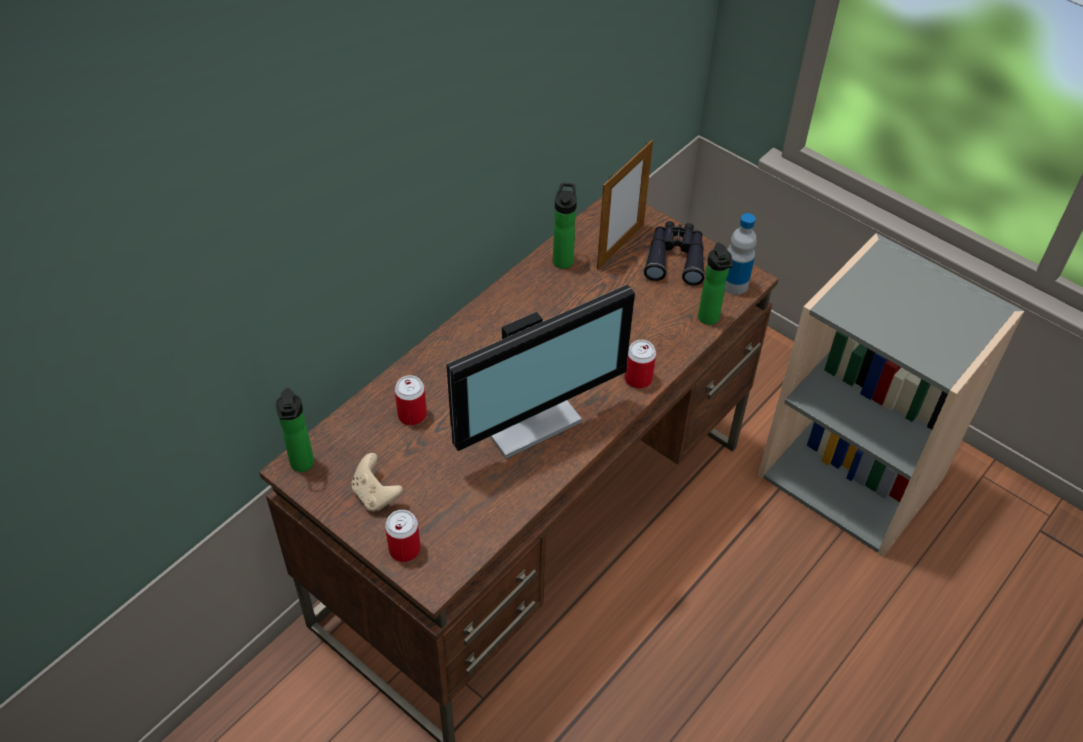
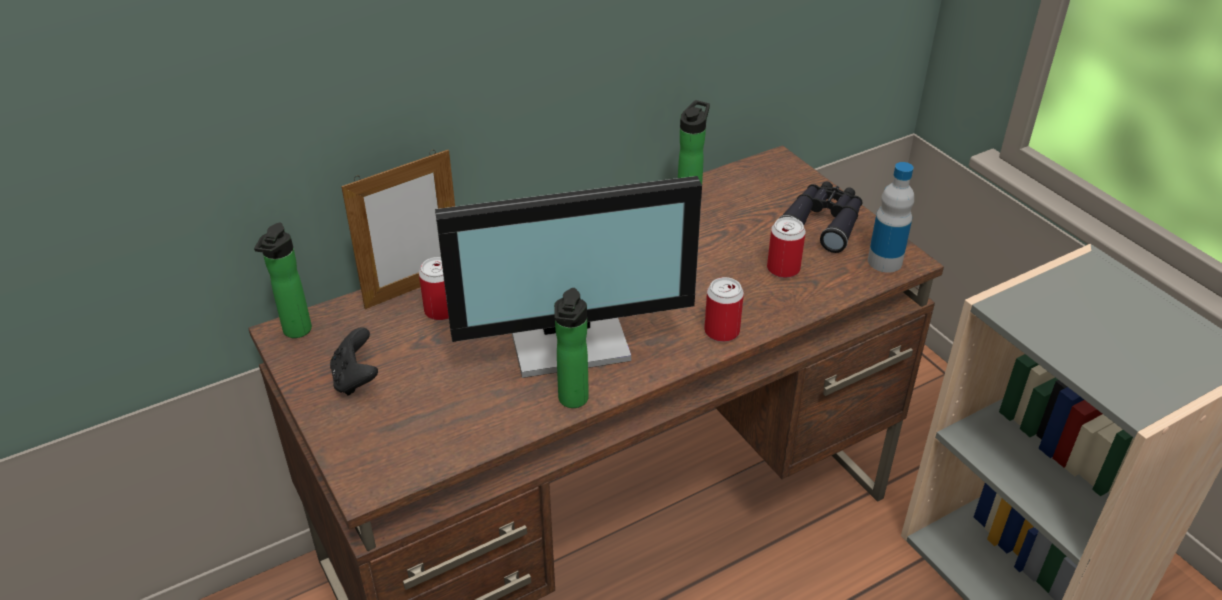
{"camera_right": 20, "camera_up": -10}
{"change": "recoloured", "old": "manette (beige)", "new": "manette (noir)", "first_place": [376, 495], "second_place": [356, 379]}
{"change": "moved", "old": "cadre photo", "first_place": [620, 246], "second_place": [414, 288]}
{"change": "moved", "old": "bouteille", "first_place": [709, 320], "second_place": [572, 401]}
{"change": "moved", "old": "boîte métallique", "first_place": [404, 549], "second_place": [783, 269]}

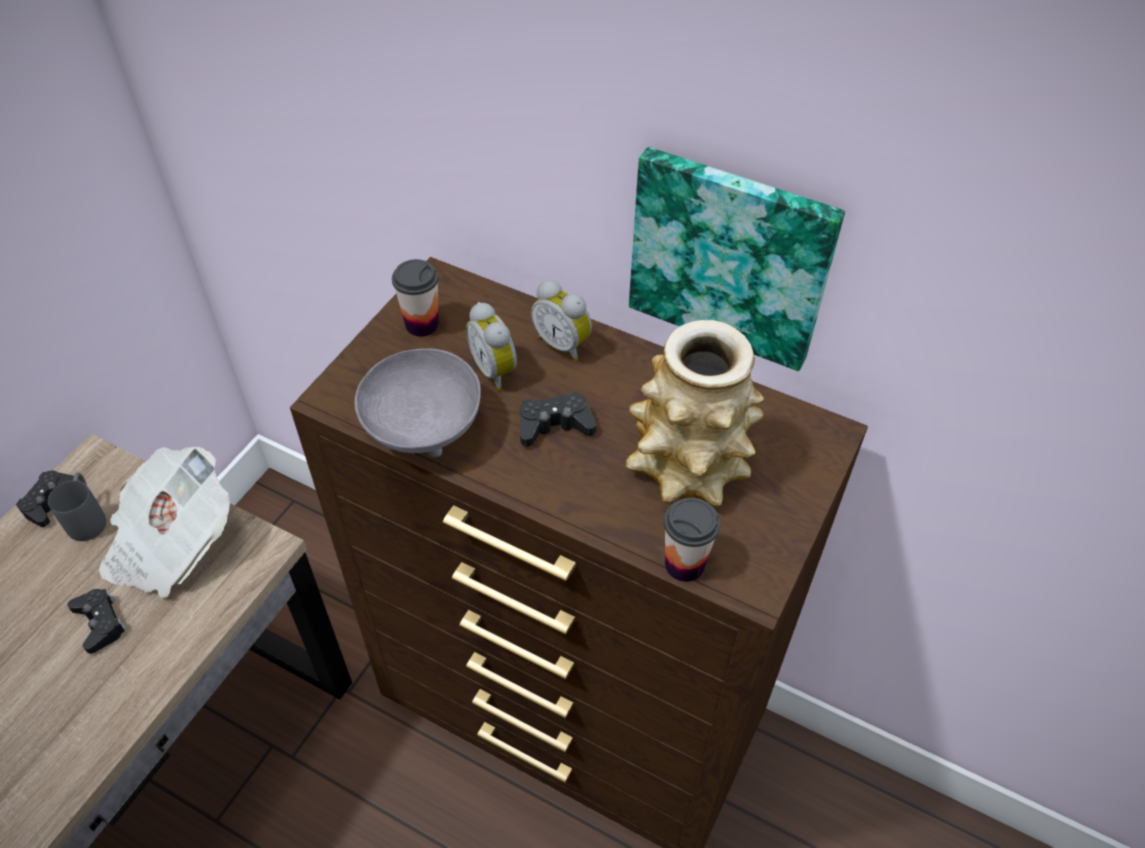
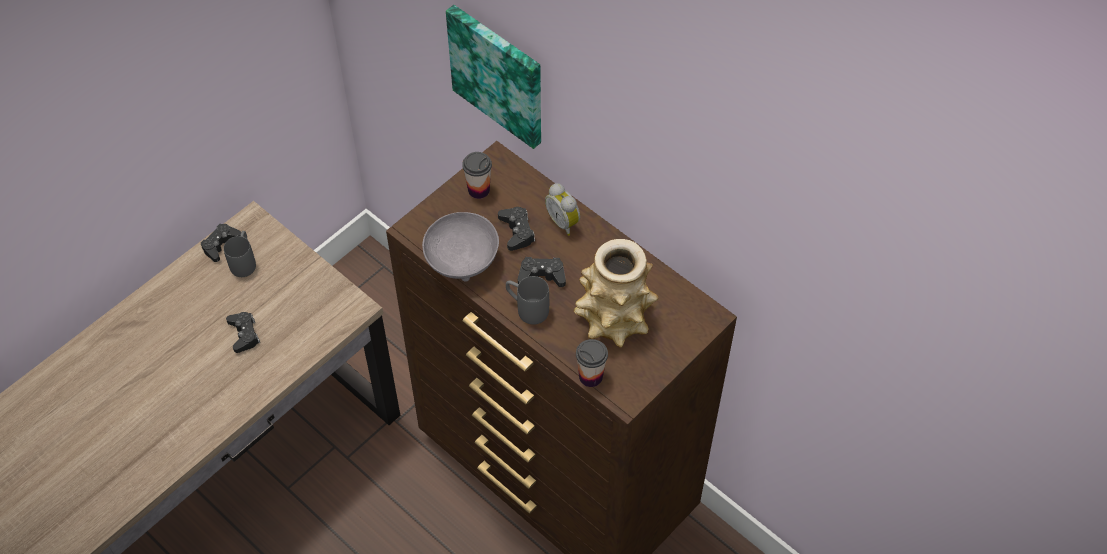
{"camera_right": 15, "camera_up": 5}
{"change": "moved", "old": "tableau", "first_place": [730, 257], "second_place": [499, 74]}
{"change": "replaced", "old": "réveil", "new": "manette (noir)", "first_place": [496, 370], "second_place": [517, 231]}
{"change": "added", "new": "mug (gris)", "second_place": [526, 308]}
{"change": "removed", "old": "journal", "first_place": [171, 543]}

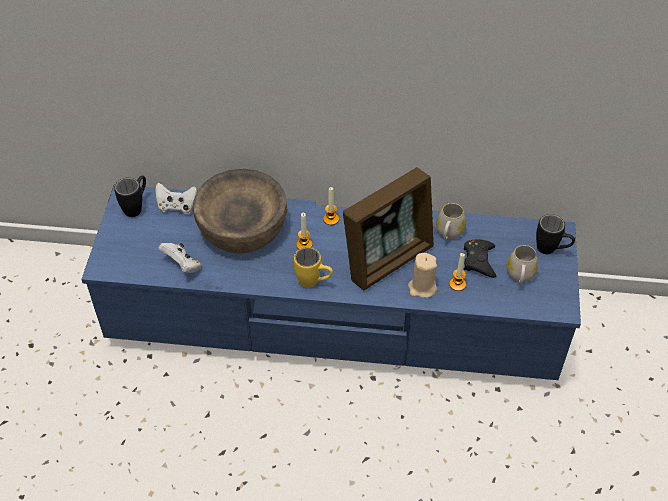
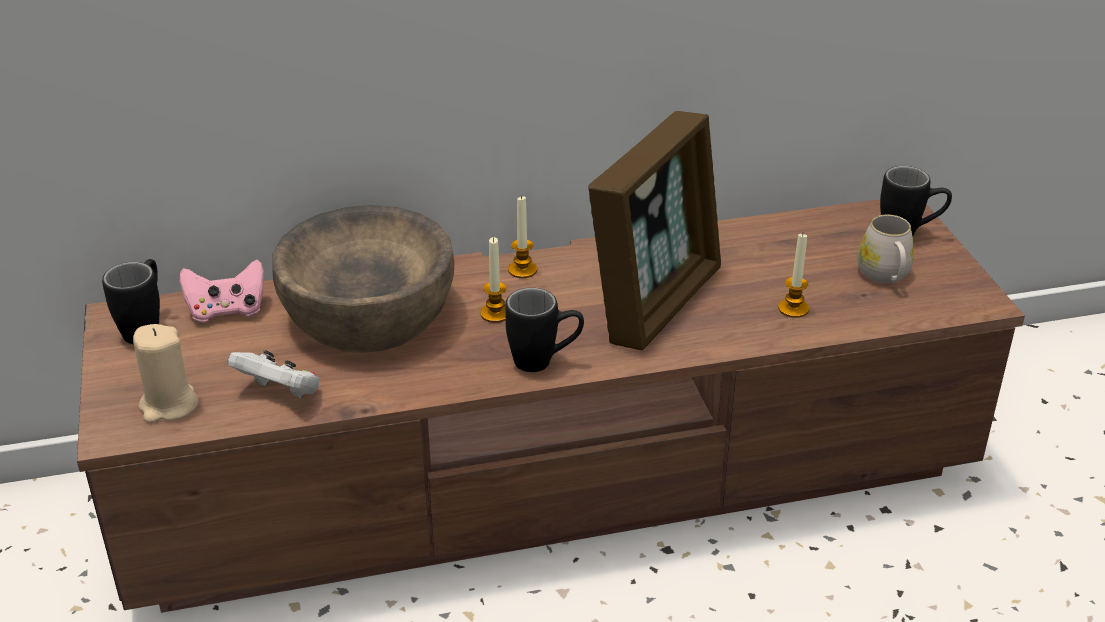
{"camera_right": -20, "camera_up": -15}
{"change": "recoloured", "old": "meuble télé (bleu)", "new": "meuble télé (marron)", "first_place": [335, 320], "second_place": [553, 480]}
{"change": "moved", "old": "bougie (beige)", "first_place": [422, 288], "second_place": [169, 405]}
{"change": "recoloured", "old": "manette (blanc)", "new": "manette (rose)", "first_place": [177, 206], "second_place": [227, 310]}
{"change": "recoloured", "old": "mug (jaune)", "new": "mug (noir)", "first_place": [314, 282], "second_place": [544, 362]}
{"change": "removed", "old": "mug (blanc)", "first_place": [448, 233]}
{"change": "removed", "old": "manette (noir)", "first_place": [479, 261]}

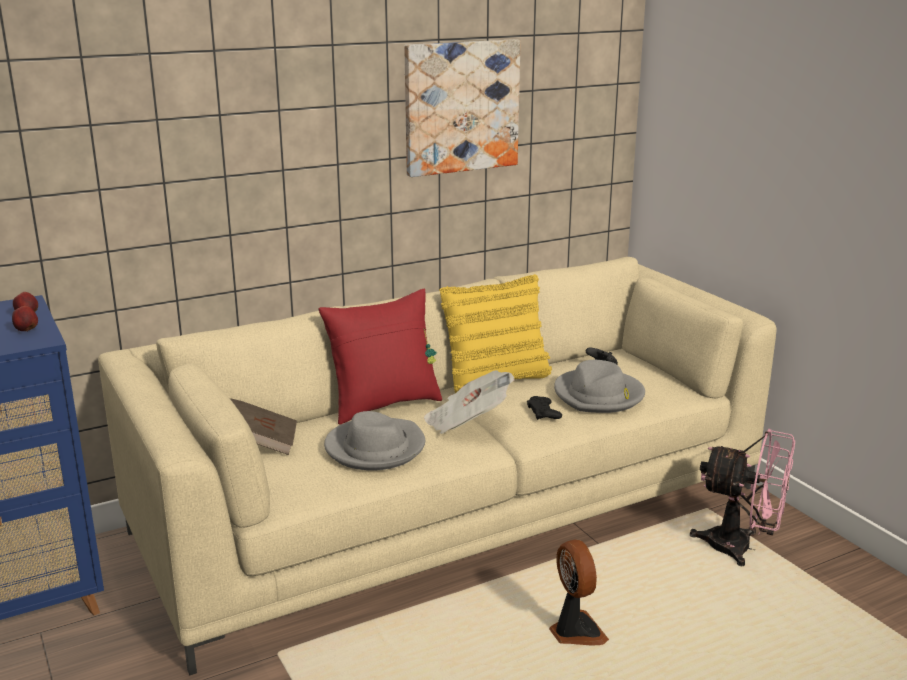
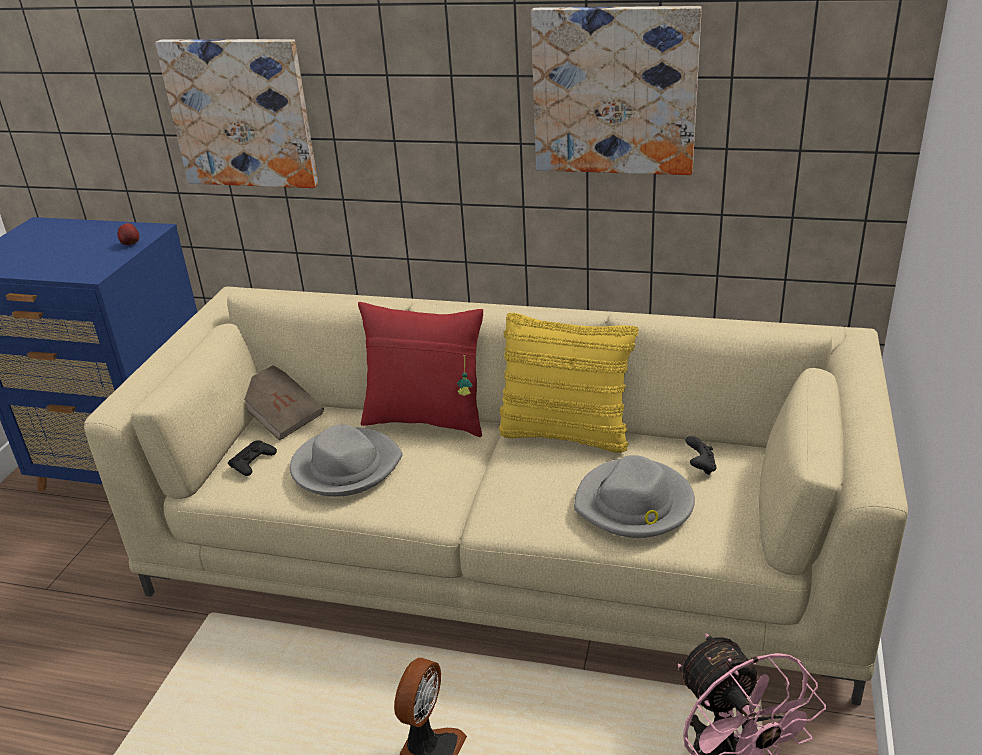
{"camera_right": 45, "camera_up": 10}
{"change": "added", "new": "tableau", "second_place": [241, 113]}
{"change": "moved", "old": "manette (noir)", "first_place": [543, 412], "second_place": [252, 462]}
{"change": "removed", "old": "pomme", "first_place": [27, 330]}
{"change": "removed", "old": "journal", "first_place": [467, 422]}

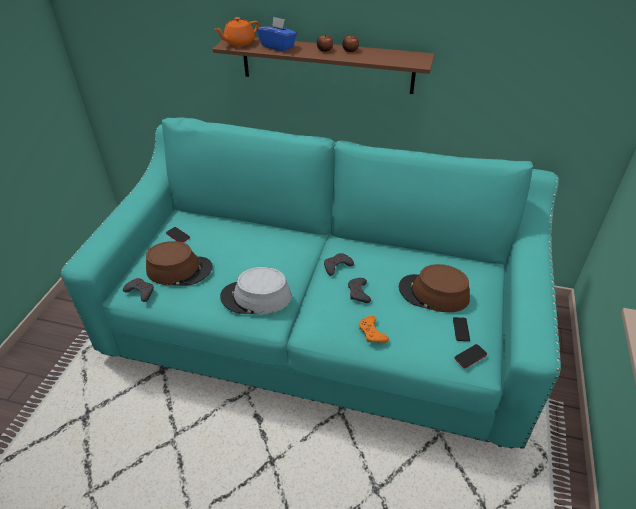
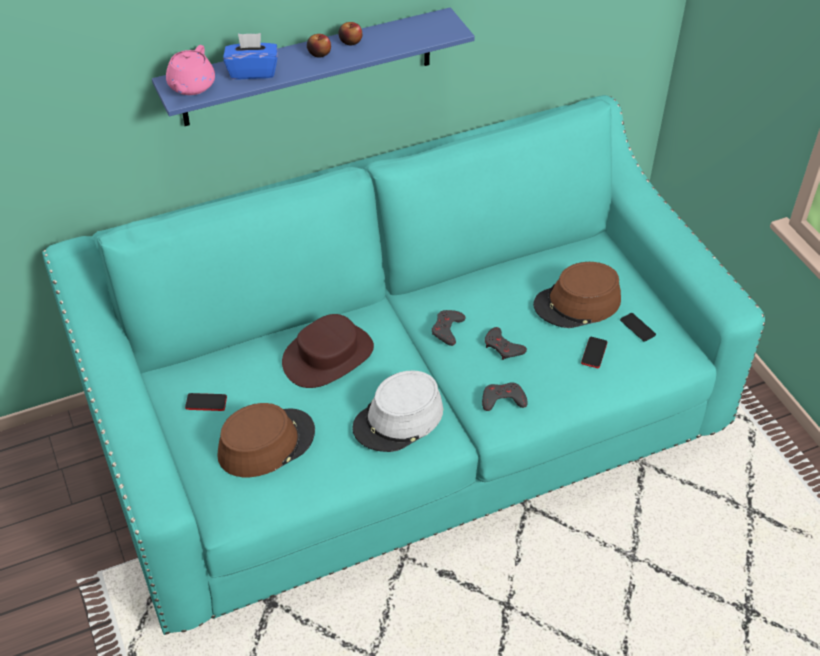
{"camera_right": -40, "camera_up": 5}
{"change": "recoloured", "old": "étagère (marron)", "new": "étagère (bleu)", "first_place": [326, 64], "second_place": [308, 67]}
{"change": "recoloured", "old": "théière (orange)", "new": "théière (rose)", "first_place": [239, 43], "second_place": [191, 86]}
{"change": "added", "new": "chapeau (marron)", "second_place": [328, 356]}
{"change": "moved", "old": "manette (gris)", "first_place": [140, 291], "second_place": [503, 400]}
{"change": "moved", "old": "téléphone", "first_place": [470, 356], "second_place": [594, 353]}
{"change": "removed", "old": "manette (orange)", "first_place": [372, 333]}

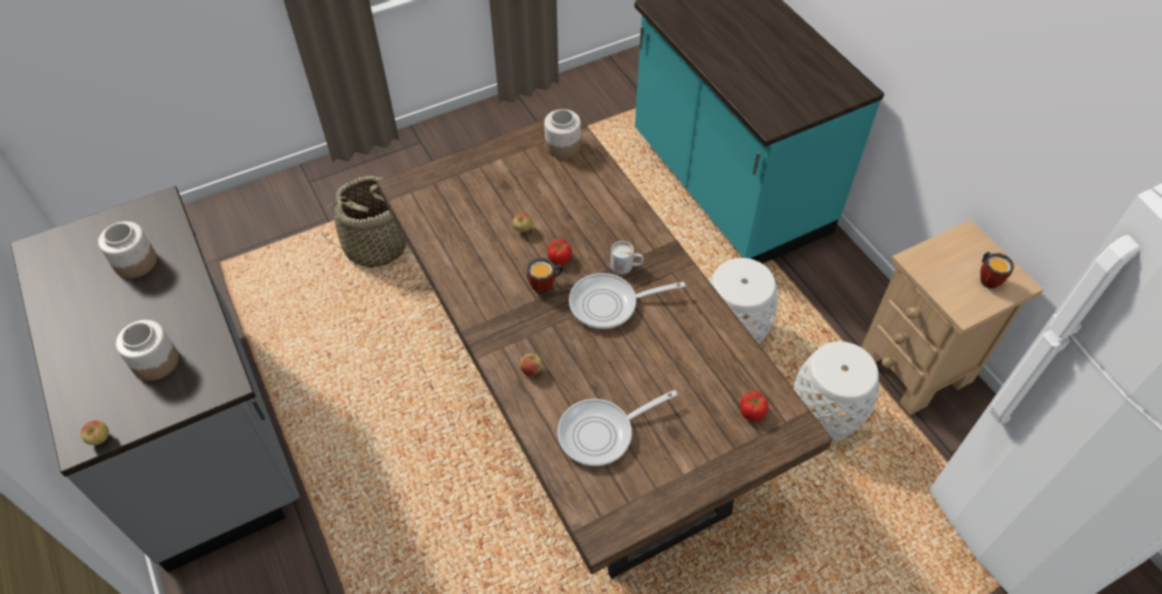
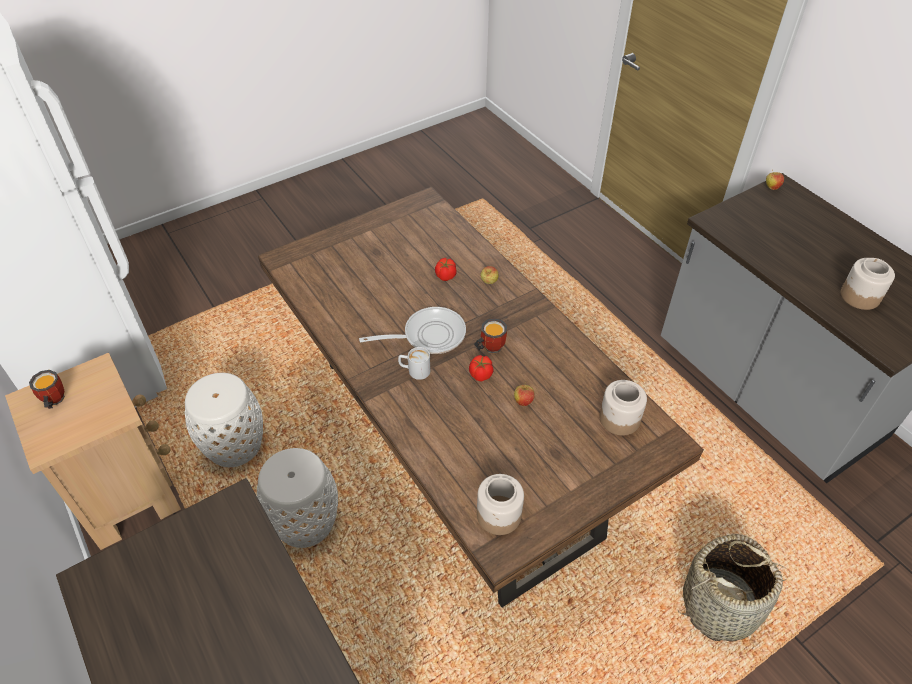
{"camera_right": 175, "camera_up": -5}
{"change": "moved", "old": "tomate", "first_place": [752, 411], "second_place": [445, 276]}
{"change": "moved", "old": "bocal", "first_place": [155, 361], "second_place": [620, 419]}
{"change": "removed", "old": "poêle", "first_place": [602, 433]}

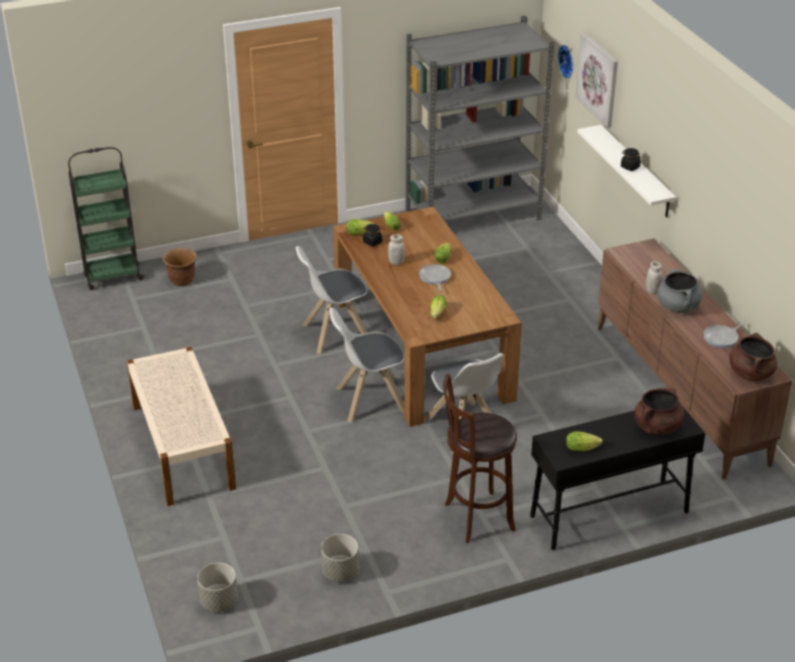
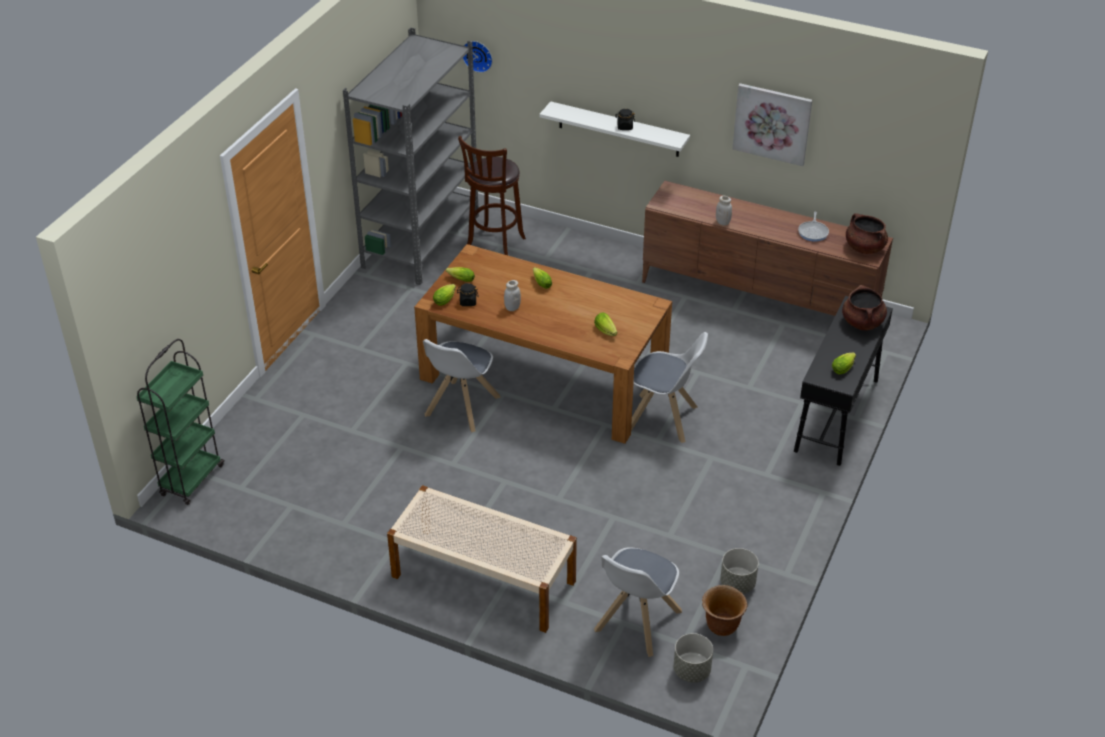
{"camera_right": -45, "camera_up": 5}
{"change": "moved", "old": "tabouret (marron)", "first_place": [475, 518], "second_place": [494, 245]}
{"change": "moved", "old": "chaise", "first_place": [368, 400], "second_place": [636, 622]}
{"change": "moved", "old": "cache-pot (marron)", "first_place": [182, 280], "second_place": [721, 626]}
{"change": "moved", "old": "tableau", "first_place": [598, 79], "second_place": [772, 123]}
{"change": "removed", "old": "poêle", "first_place": [435, 278]}
{"change": "removed", "old": "marmite (gris)", "first_place": [678, 306]}

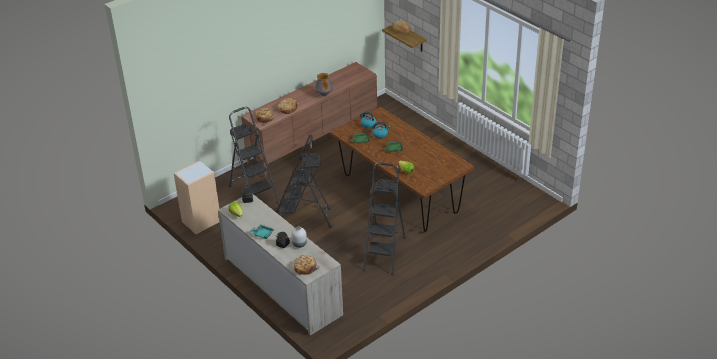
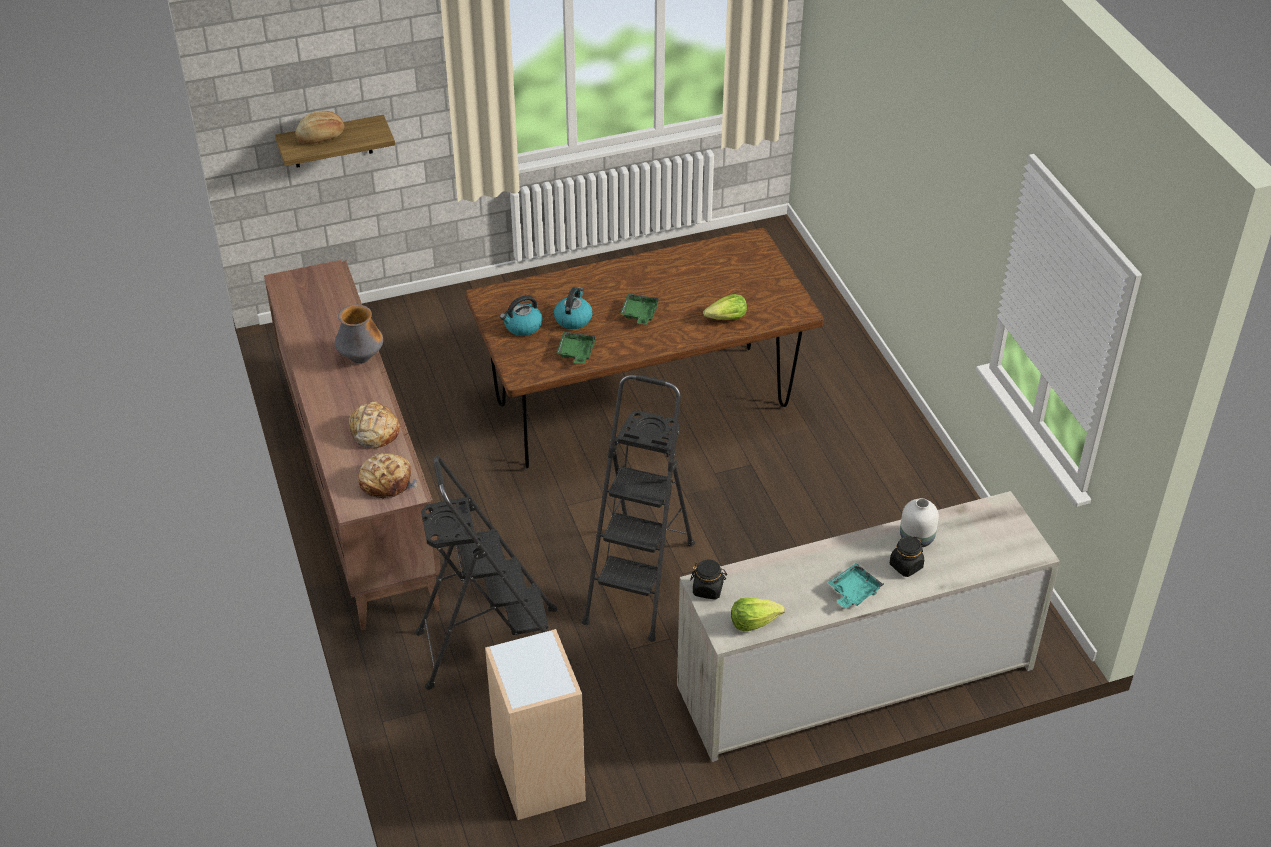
{"camera_right": -70, "camera_up": 5}
{"change": "removed", "old": "pain", "first_place": [305, 267]}
{"change": "removed", "old": "escabeau", "first_place": [385, 253]}

